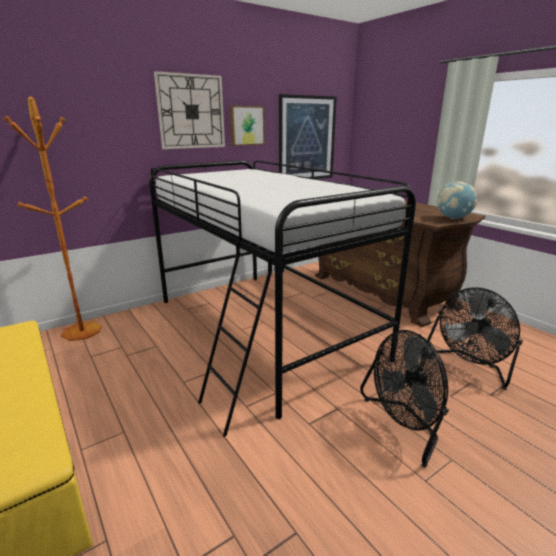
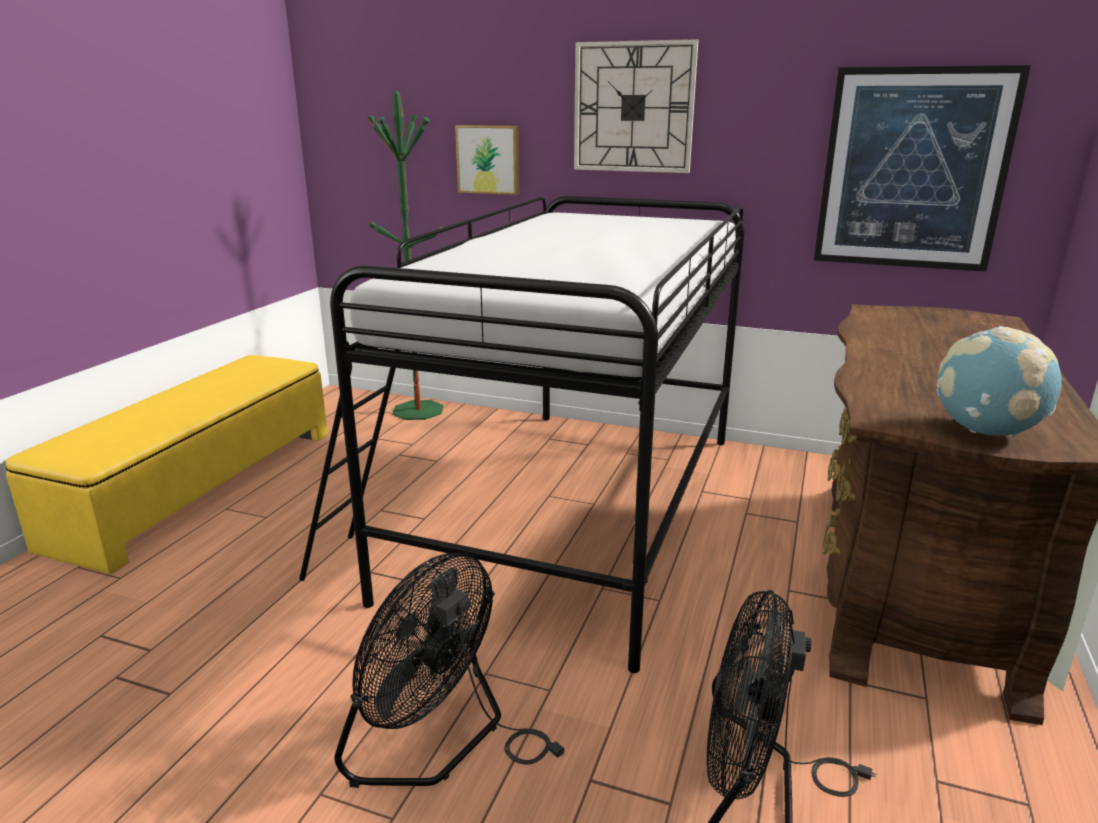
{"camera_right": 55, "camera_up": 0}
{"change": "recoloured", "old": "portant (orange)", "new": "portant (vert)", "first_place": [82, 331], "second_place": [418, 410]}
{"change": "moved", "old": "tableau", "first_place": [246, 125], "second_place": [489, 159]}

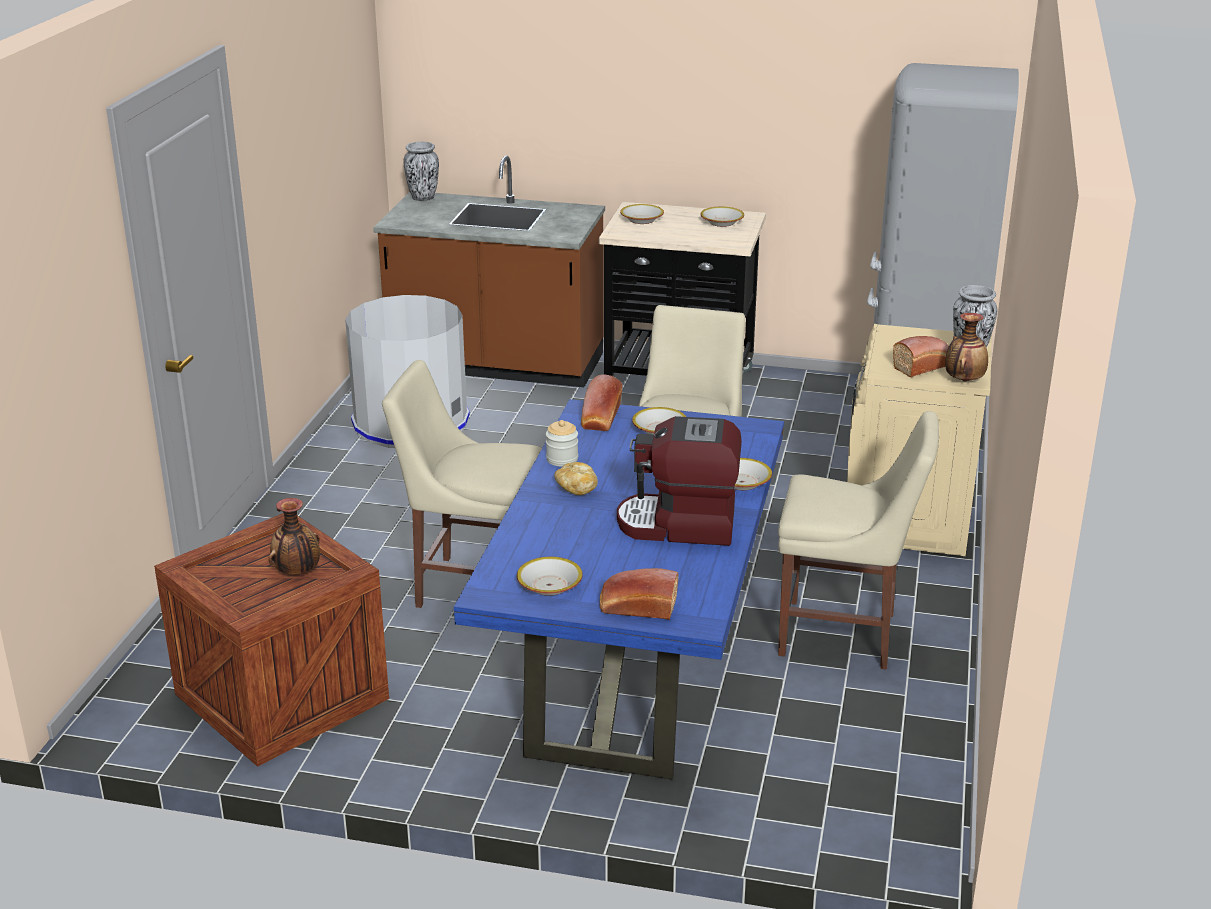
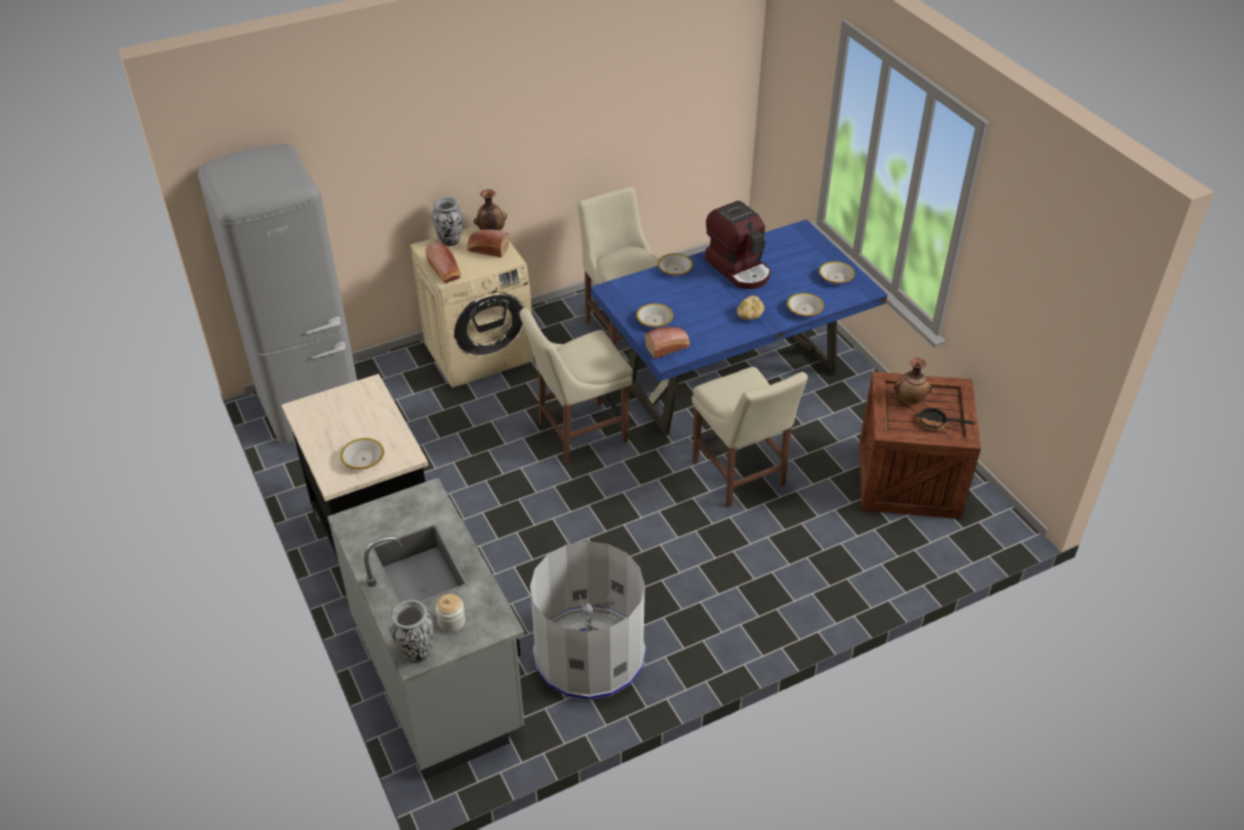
{"camera_right": -130, "camera_up": 15}
{"change": "recoloured", "old": "comptoir de cuisine (marron)", "new": "comptoir de cuisine (gris)", "first_place": [496, 364], "second_place": [439, 676]}
{"change": "moved", "old": "pain", "first_place": [637, 608], "second_place": [445, 271]}
{"change": "moved", "old": "bocal", "first_place": [562, 459], "second_place": [451, 621]}
{"change": "moved", "old": "bol", "first_place": [722, 222], "second_place": [804, 310]}
{"change": "added", "new": "poêle", "second_place": [937, 423]}

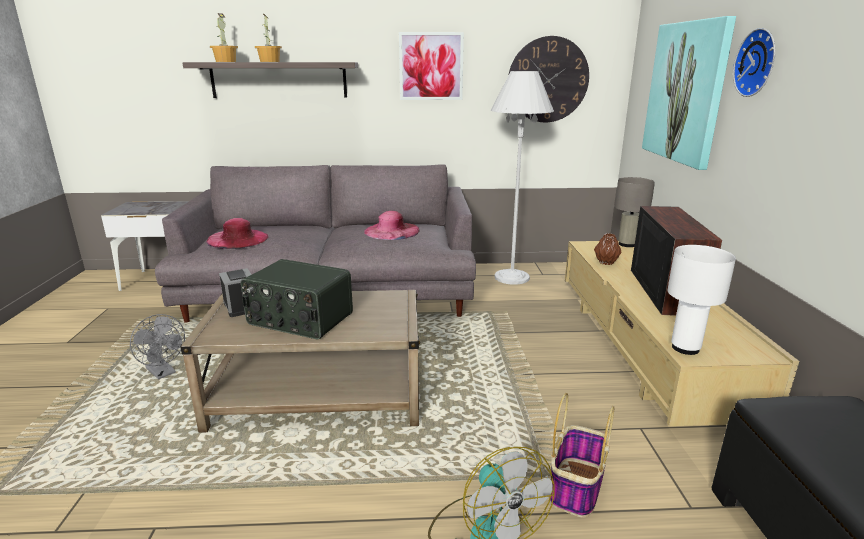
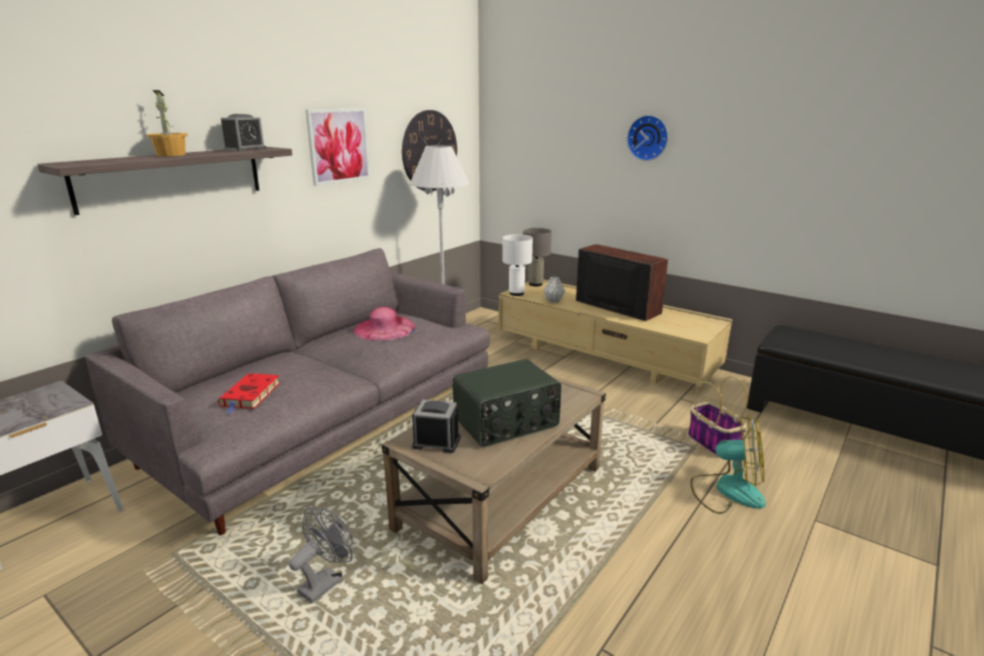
{"camera_right": -50, "camera_up": 0}
{"change": "replaced", "old": "chapeau (rose)", "new": "livre (rouge)", "first_place": [238, 239], "second_place": [250, 395]}
{"change": "added", "new": "réveil", "second_place": [245, 149]}
{"change": "turned", "old": "ventilateur (gris)", "first_place": [163, 373], "second_place": [326, 581], "degrees": -45}
{"change": "moved", "old": "lampe de table (blanc)", "first_place": [685, 348], "second_place": [516, 293]}
{"change": "recoloured", "old": "vase (marron)", "new": "vase (gris)", "first_place": [606, 263], "second_place": [554, 301]}
{"change": "removed", "old": "plante en pot", "first_place": [225, 61]}
{"change": "removed", "old": "tableau", "first_place": [686, 92]}

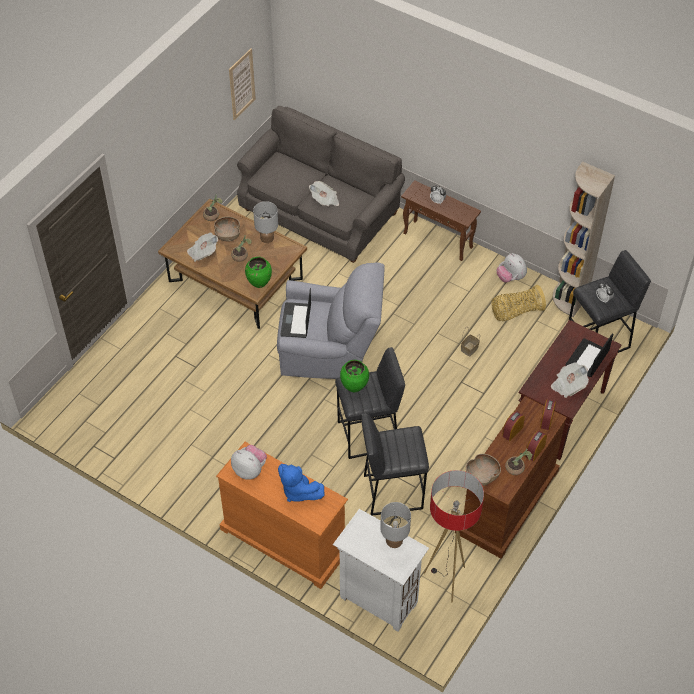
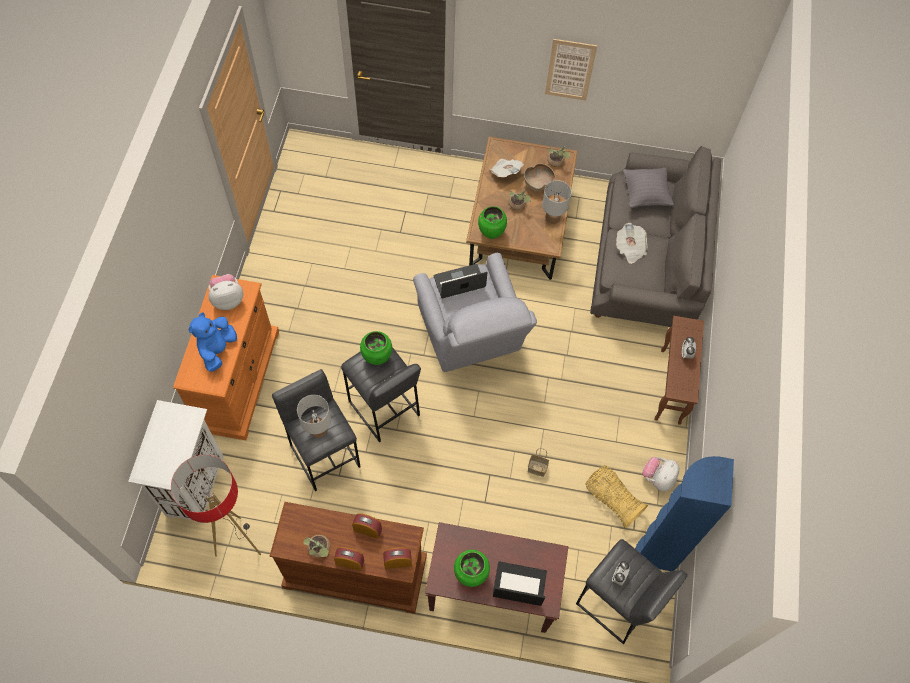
{"camera_right": 65, "camera_up": 10}
{"change": "turned", "old": "peluche", "first_place": [250, 470], "second_place": [228, 299], "degrees": -120}
{"change": "moved", "old": "lampe de table (gris)", "first_place": [394, 540], "second_place": [318, 430]}
{"change": "replaced", "old": "journal", "new": "vase (vert)", "first_place": [568, 385], "second_place": [470, 574]}
{"change": "moved", "old": "tableau", "first_place": [242, 84], "second_place": [570, 70]}
{"change": "added", "new": "coussin (gris)", "second_place": [645, 195]}
{"change": "recoloured", "old": "bibliothèque (beige)", "new": "bibliothèque (bleu)", "first_place": [567, 302], "second_place": [655, 551]}
{"change": "removed", "old": "bol (marron)", "first_place": [481, 475]}

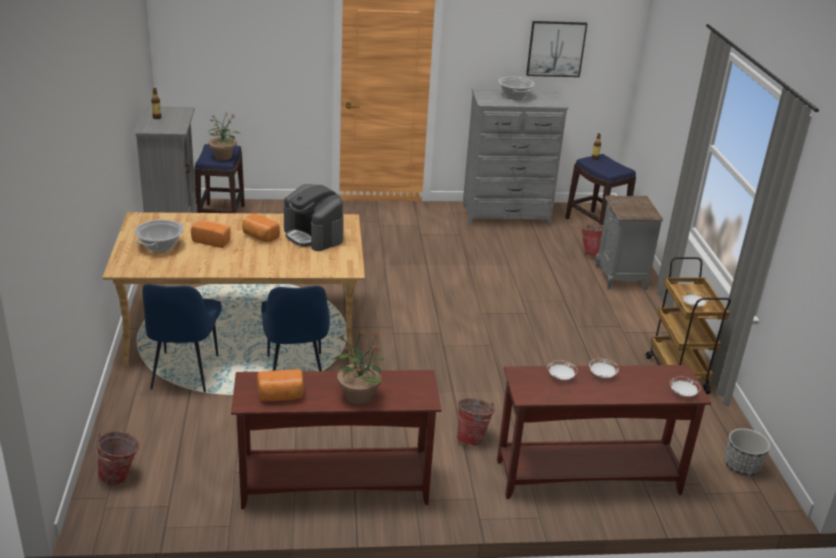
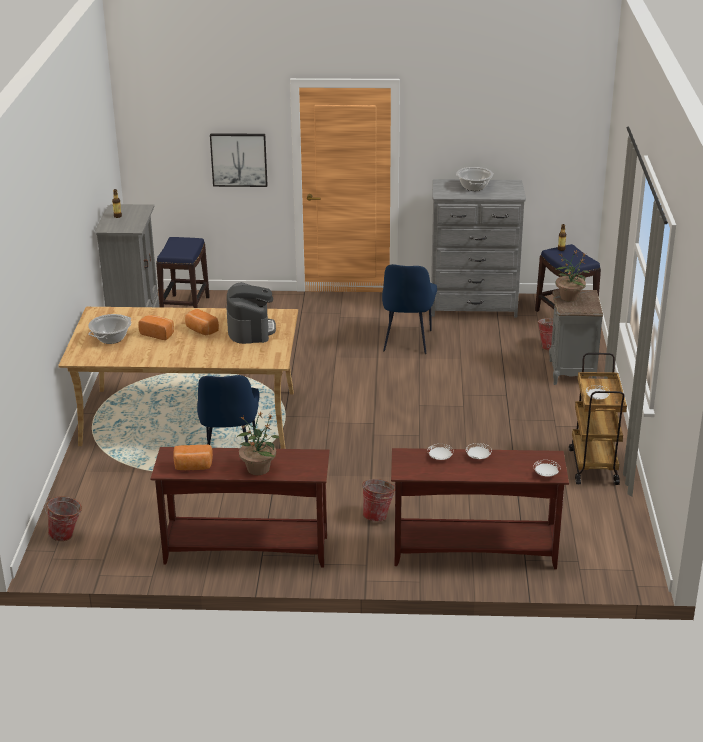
{"camera_right": 10, "camera_up": 0}
{"change": "moved", "old": "tableau", "first_place": [556, 48], "second_place": [239, 159]}
{"change": "turned", "old": "machine à café", "first_place": [314, 235], "second_place": [250, 329], "degrees": -150}
{"change": "moved", "old": "chaise (bleu)", "first_place": [185, 372], "second_place": [407, 341]}
{"change": "moved", "old": "plante en pot", "first_place": [223, 157], "second_place": [569, 297]}
{"change": "removed", "old": "cache-pot", "first_place": [741, 466]}

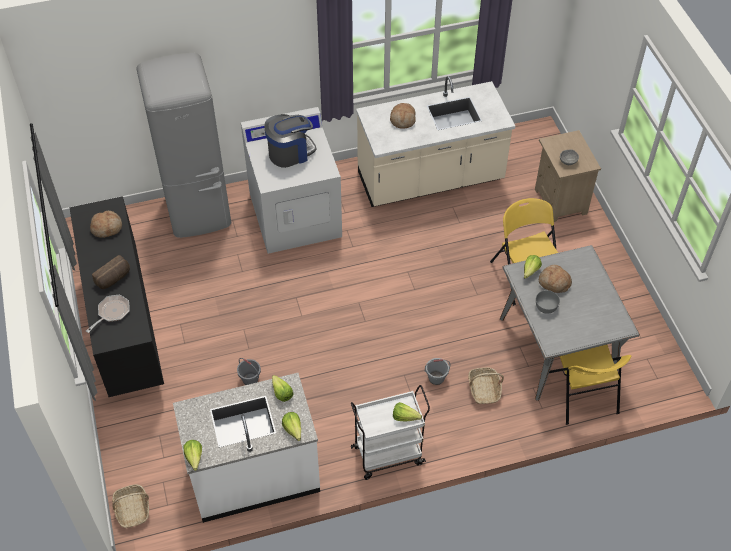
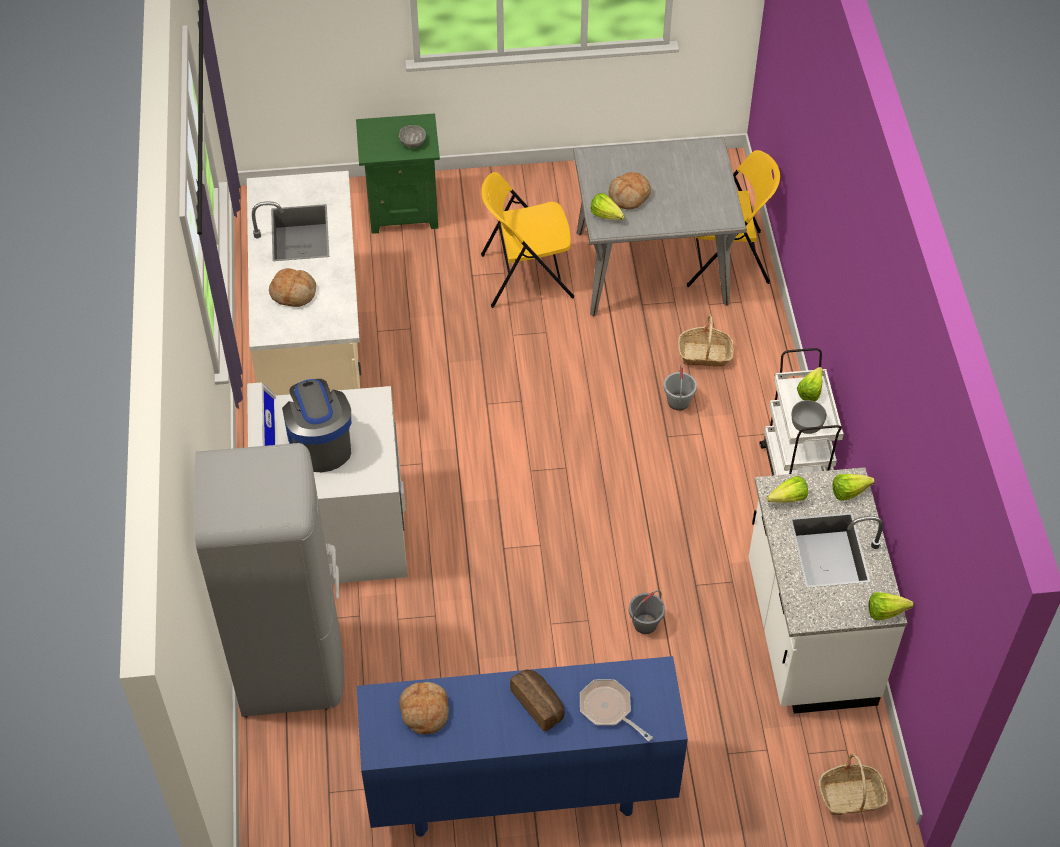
{"camera_right": -80, "camera_up": 0}
{"change": "recoloured", "old": "table de chevet (beige)", "new": "table de chevet (vert)", "first_place": [559, 202], "second_place": [404, 212]}
{"change": "recoloured", "old": "commode (noir)", "new": "commode (bleu)", "first_place": [127, 331], "second_place": [521, 791]}
{"change": "moved", "old": "bol (gris)", "first_place": [546, 307], "second_place": [807, 424]}

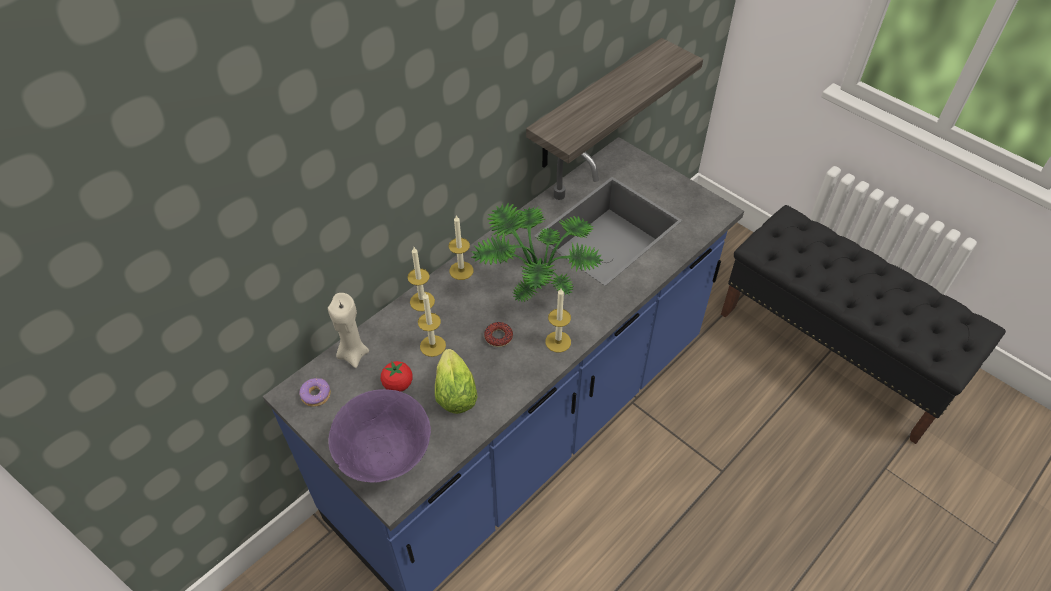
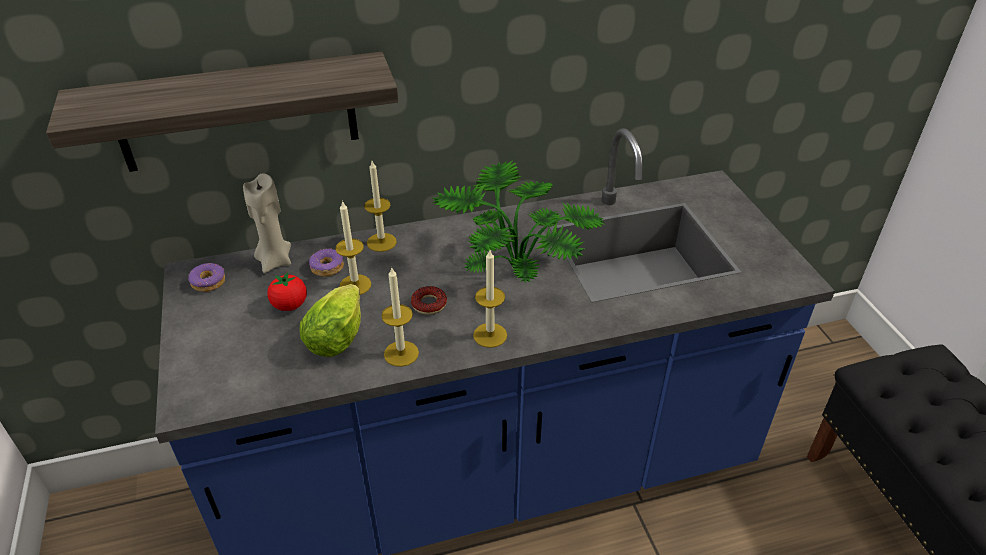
{"camera_right": 30, "camera_up": -10}
{"change": "moved", "old": "étagère", "first_place": [595, 106], "second_place": [237, 113]}
{"change": "added", "new": "beignet", "second_place": [327, 267]}
{"change": "moved", "old": "bougie", "first_place": [461, 270], "second_place": [401, 353]}
{"change": "removed", "old": "bol (violet)", "first_place": [386, 457]}

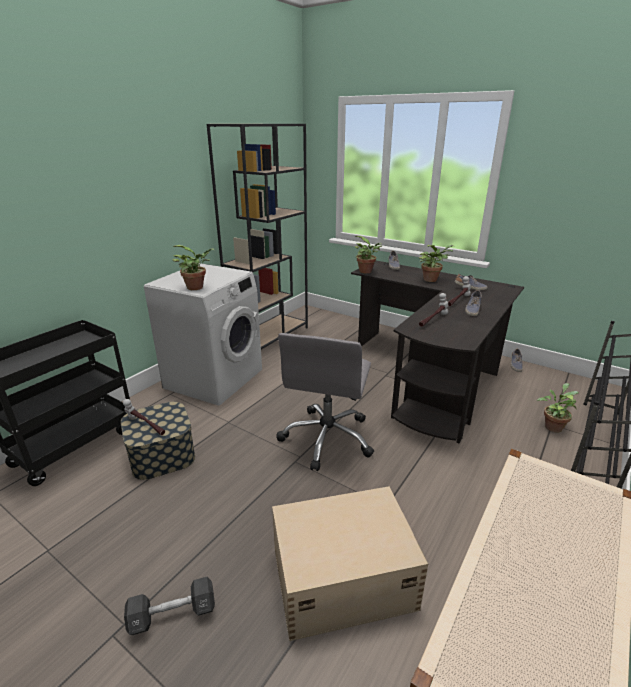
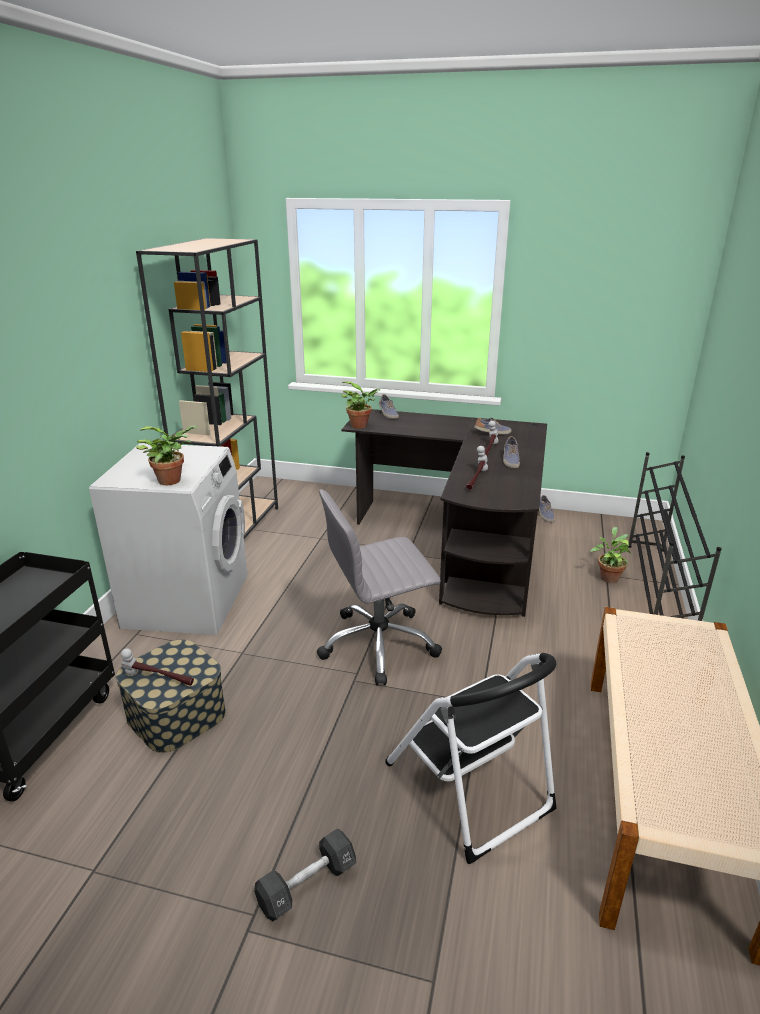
{"camera_right": -20, "camera_up": 0}
{"change": "turned", "old": "chaise de bureau (gris)", "first_place": [327, 438], "second_place": [378, 644], "degrees": 75}
{"change": "replaced", "old": "boîte de rangement (beige)", "new": "escabeau", "first_place": [341, 578], "second_place": [470, 789]}
{"change": "removed", "old": "plante en pot", "first_place": [431, 279]}

